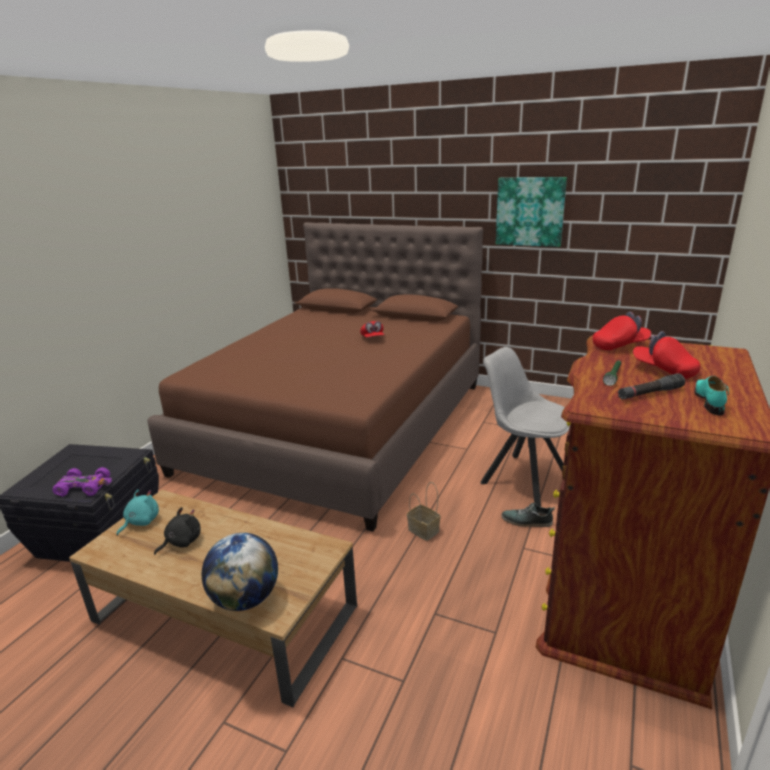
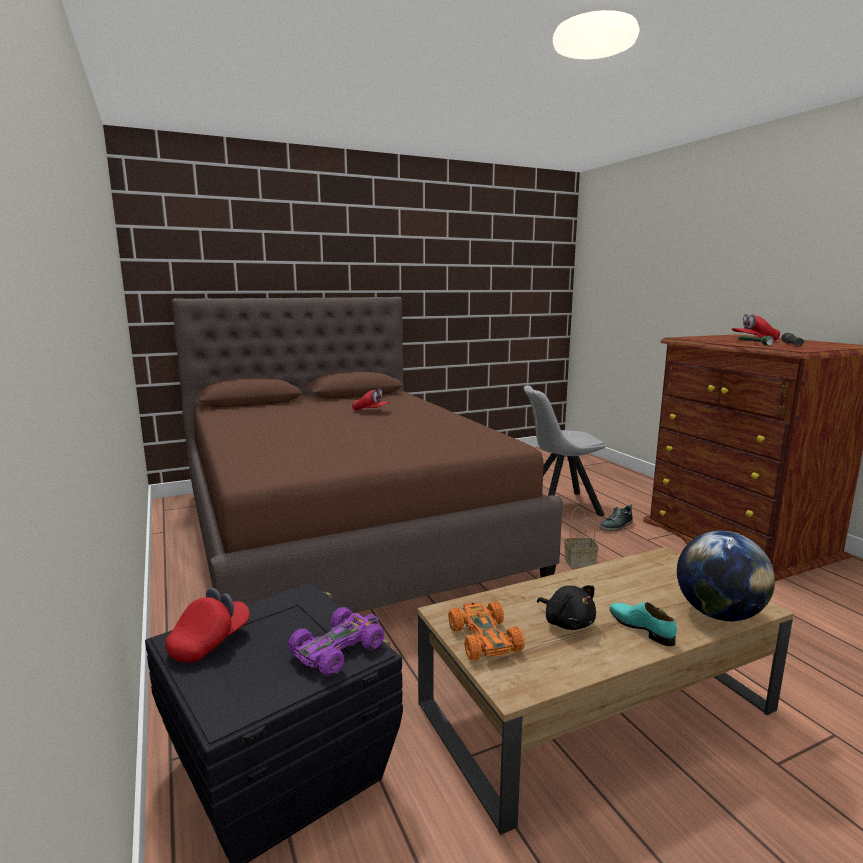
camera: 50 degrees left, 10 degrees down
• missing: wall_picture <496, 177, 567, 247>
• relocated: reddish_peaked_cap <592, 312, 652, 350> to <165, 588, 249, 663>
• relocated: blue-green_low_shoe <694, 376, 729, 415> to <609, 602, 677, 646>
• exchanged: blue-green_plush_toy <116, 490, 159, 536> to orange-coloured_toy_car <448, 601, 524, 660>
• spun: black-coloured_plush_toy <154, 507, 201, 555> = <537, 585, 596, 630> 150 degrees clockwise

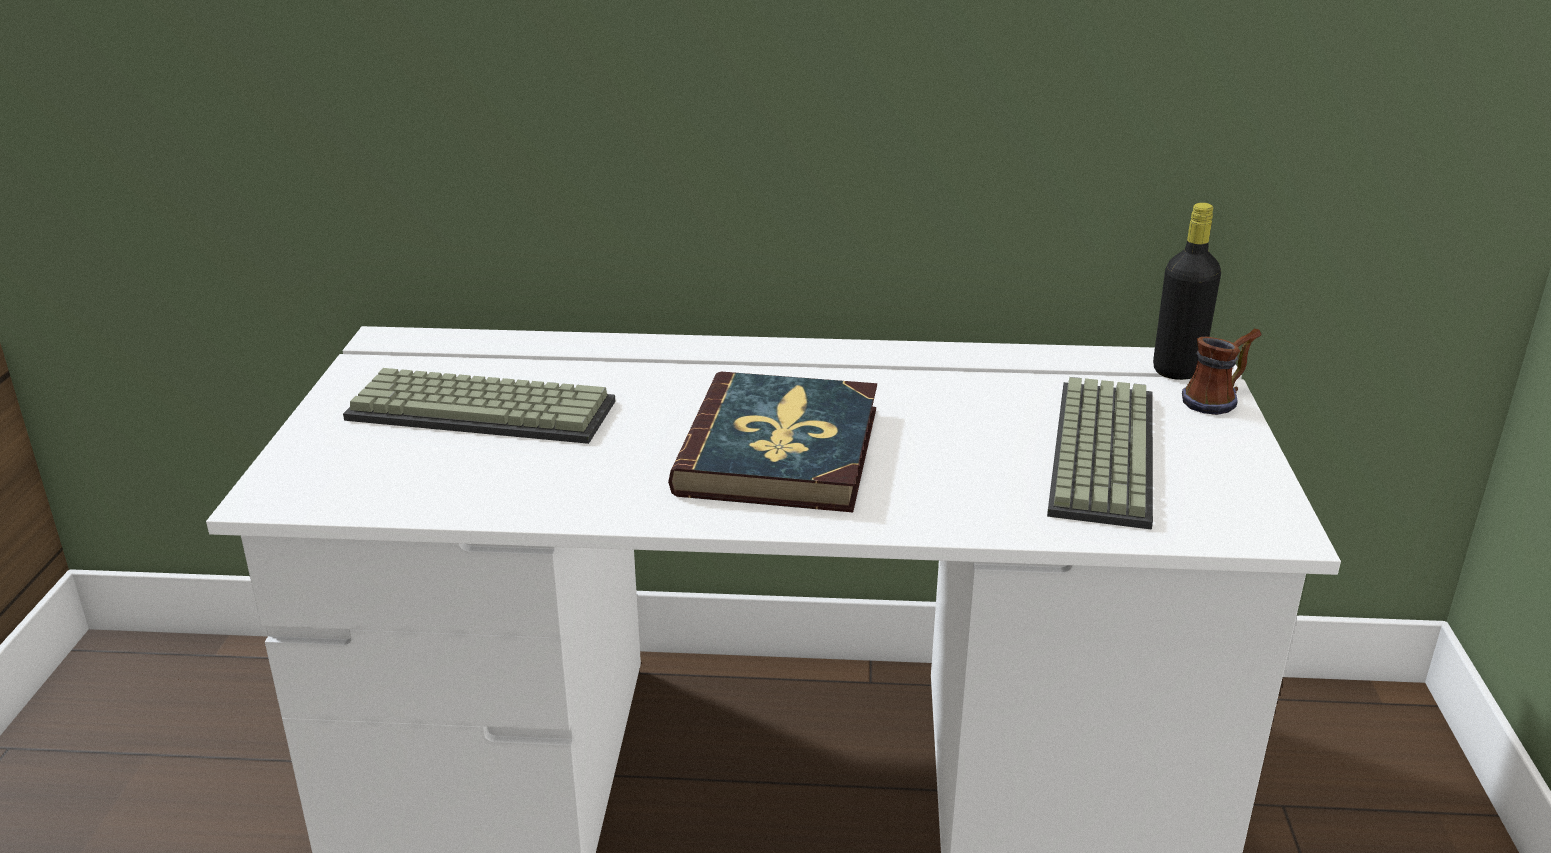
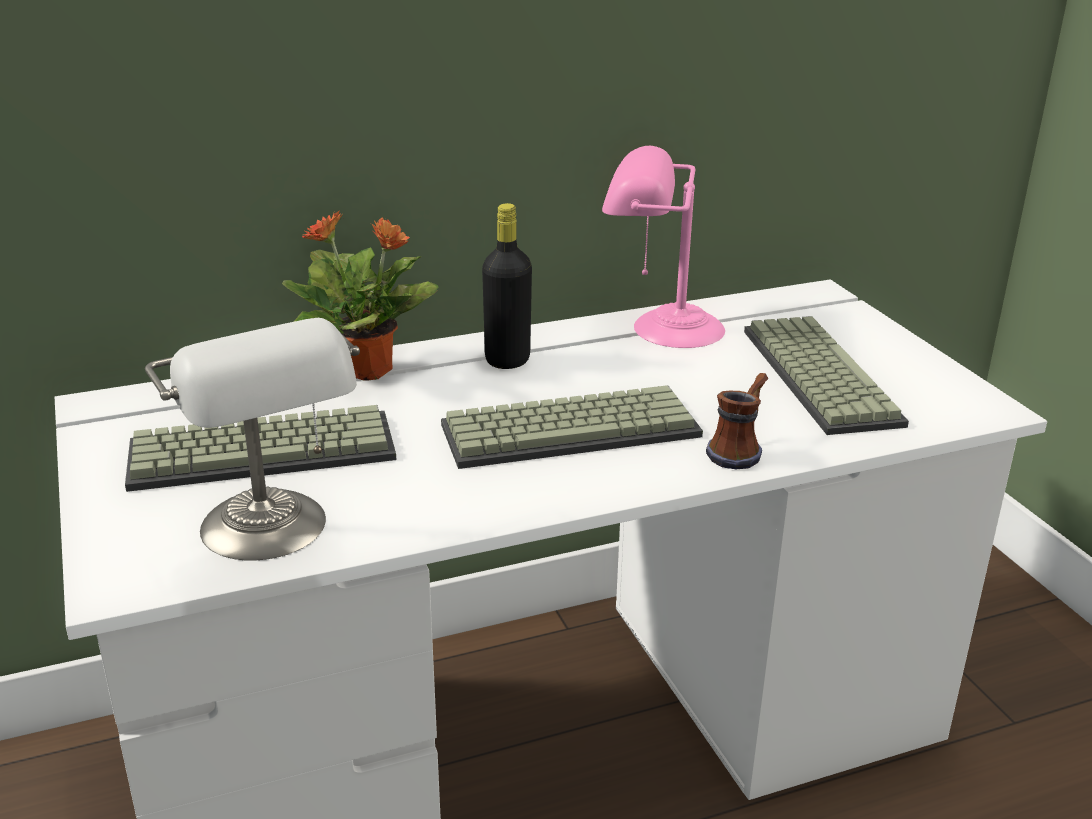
camera: 25 degrees left, 0 degrees up
• appeared: white-coloured_lamp_for_a_table <145, 318, 360, 561>
• appeared: potted_plant <282, 210, 439, 381>
• appeared: pink-coloured_lamp_for_a_table <602, 146, 725, 348>
• relocated: black-coloured_beverage_bottle <1153, 203, 1221, 380> to <482, 203, 532, 369>
• relocated: mug <1182, 329, 1262, 415> to <706, 373, 768, 469>
• exchanged: volume <668, 372, 877, 512> to PC_keyboard <441, 385, 703, 469>

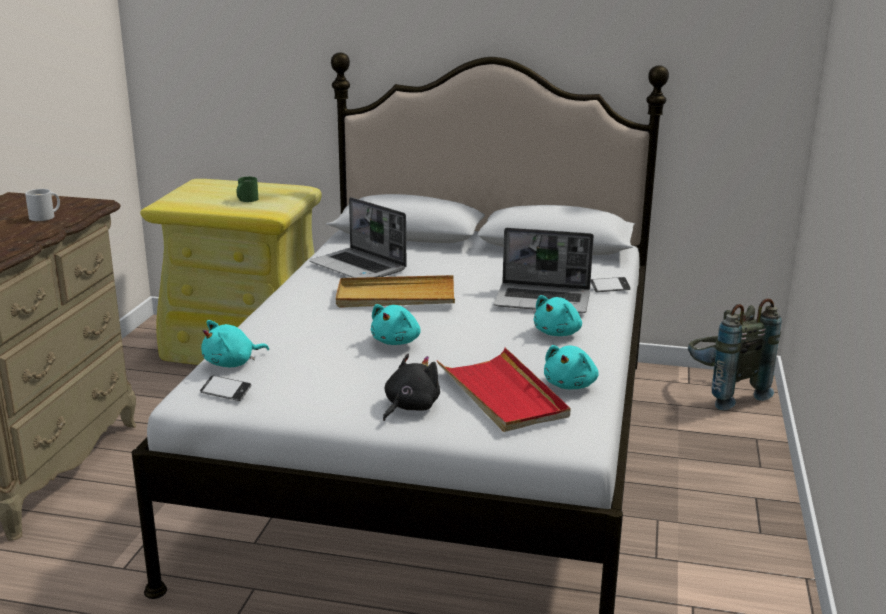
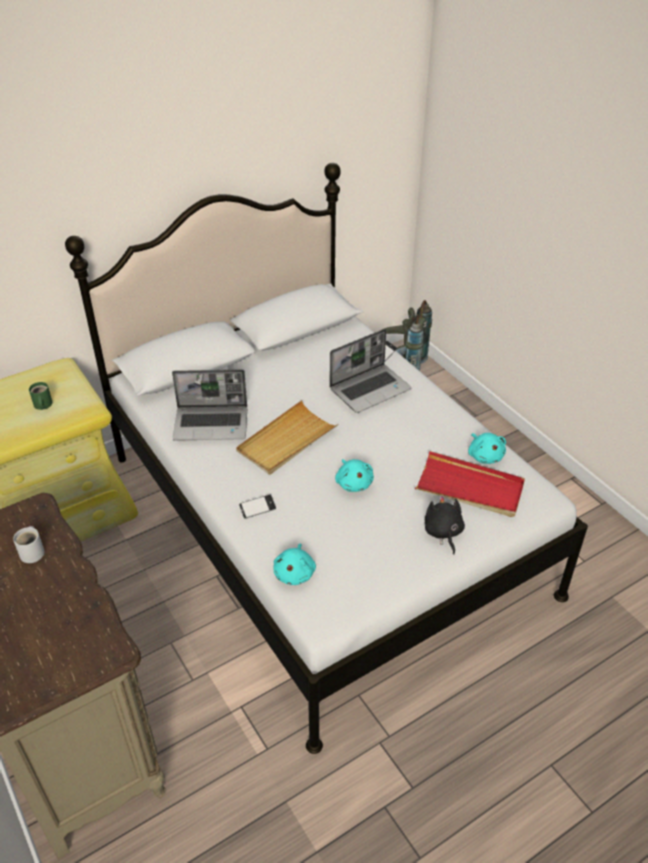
camera: 45 degrees left, 20 degrees up
• missing: blue-green_plush_toy <534, 295, 582, 336>
• relocated: phone <200, 375, 251, 401> to <239, 495, 276, 519>

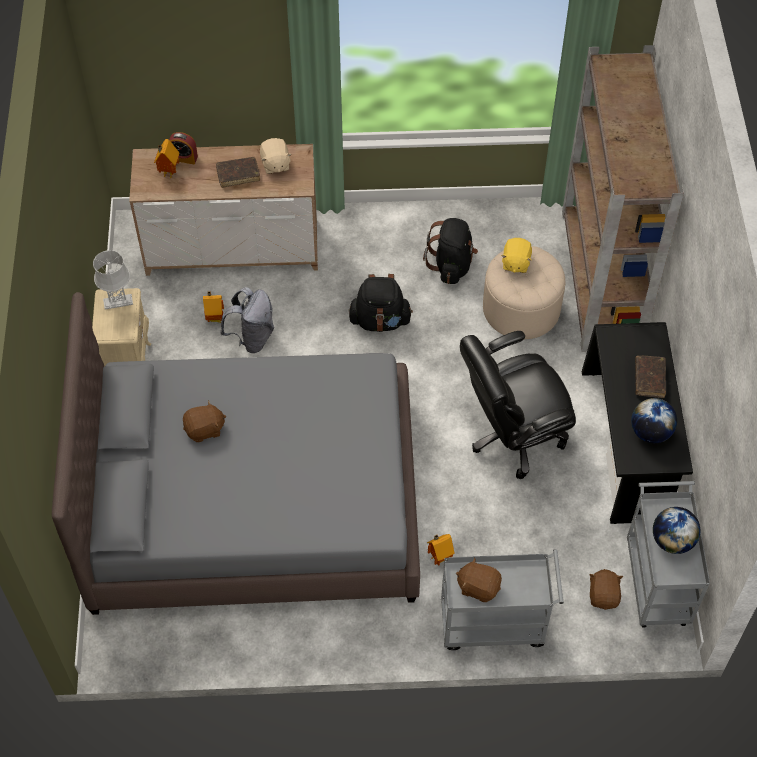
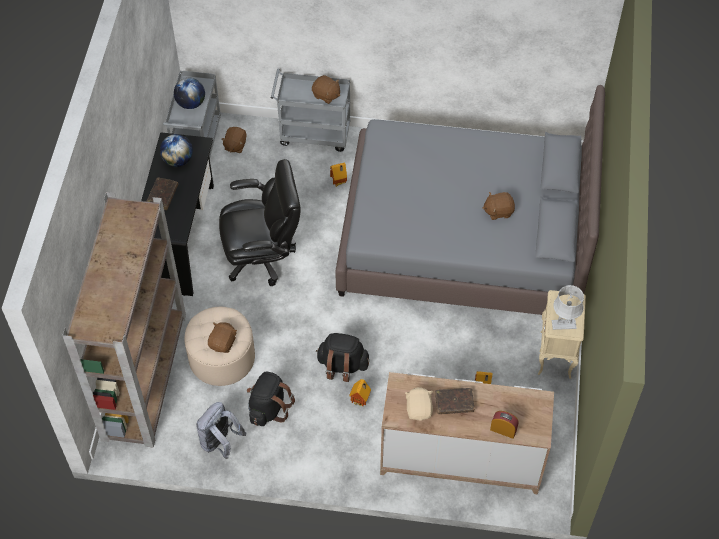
camera: 170 degrees left, 0 degrees up
• relocated: miniature_house <154, 139, 179, 178> to <349, 379, 371, 406>
• relocated: greyish_backpack <220, 287, 274, 353> to <196, 402, 246, 459>
• colour: yellow-coloured_plush_toy <501, 238, 532, 273> to brownish_plush_toy <208, 322, 237, 353>

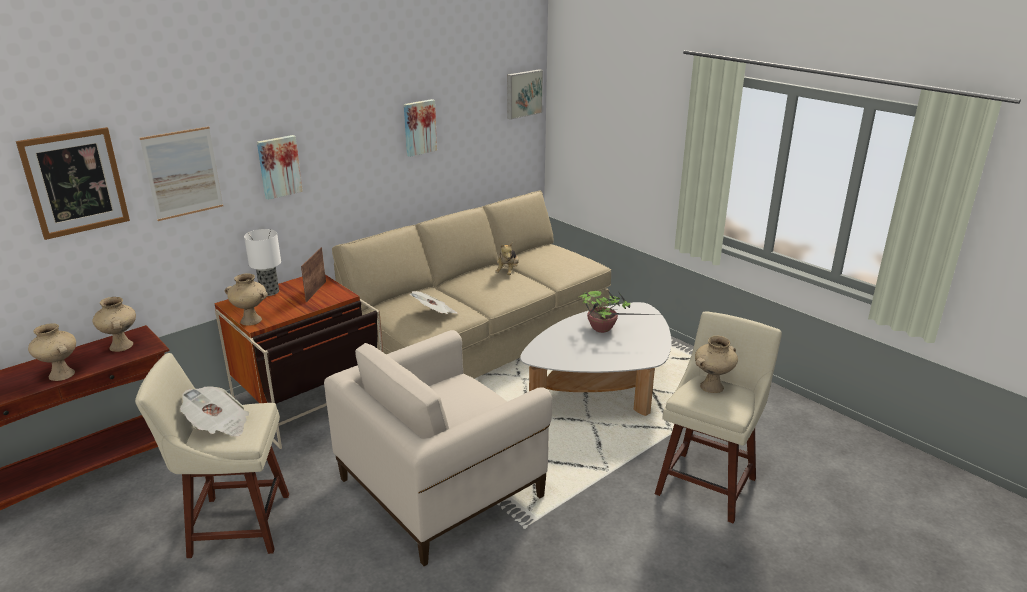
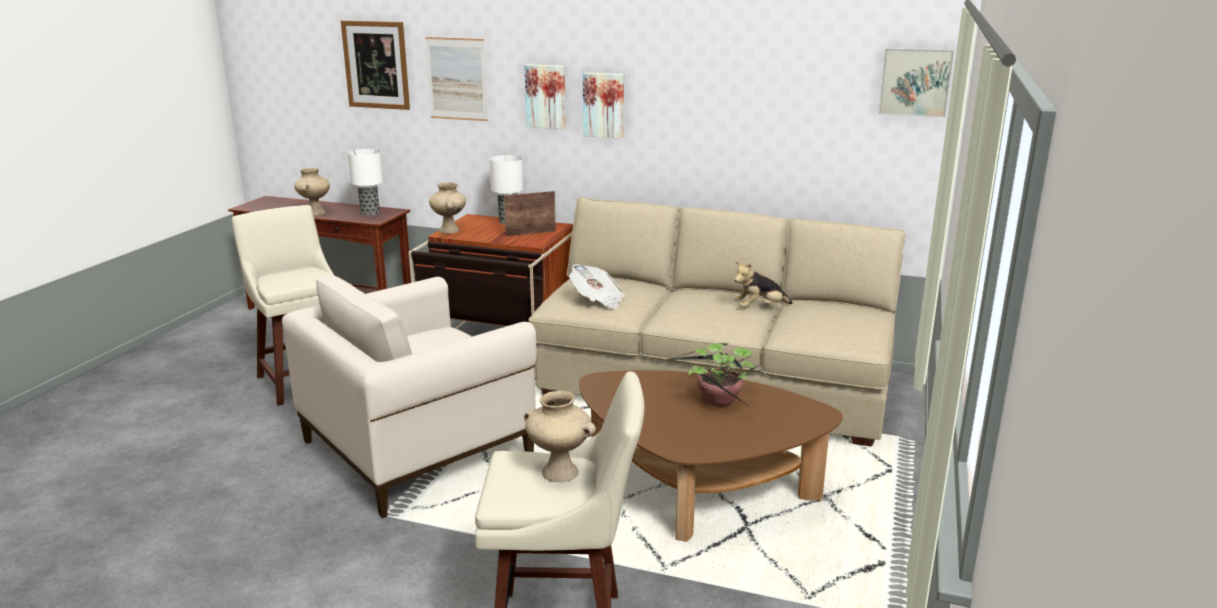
camera: 60 degrees right, 5 degrees down
• missing: newspaper <180, 386, 249, 437>
• relocated: wall_picture <404, 99, 437, 157> to <583, 73, 624, 139>
• exchanged: beige_decorative_vase <92, 297, 136, 352> to lamp_for_a_table <348, 149, 383, 216>
• colour: white-coloured_coffee_table <520, 302, 671, 416> to brownish_coffee_table <579, 370, 843, 542>
• spun: beige_armchair <324, 330, 552, 566> = <282, 274, 537, 518> 60 degrees counterclockwise

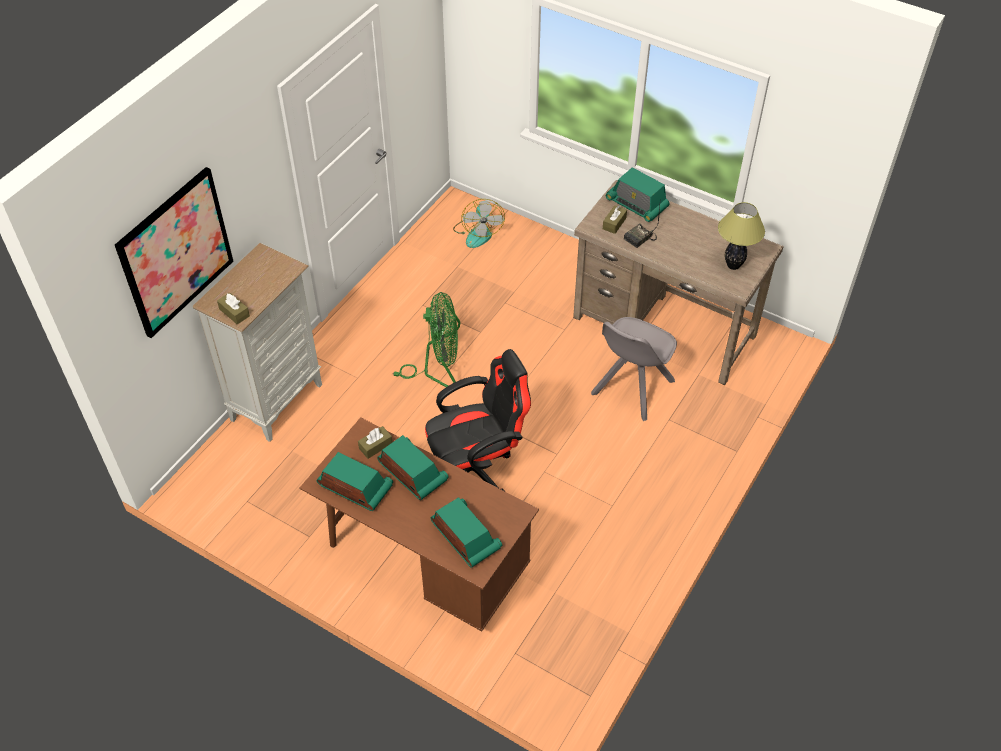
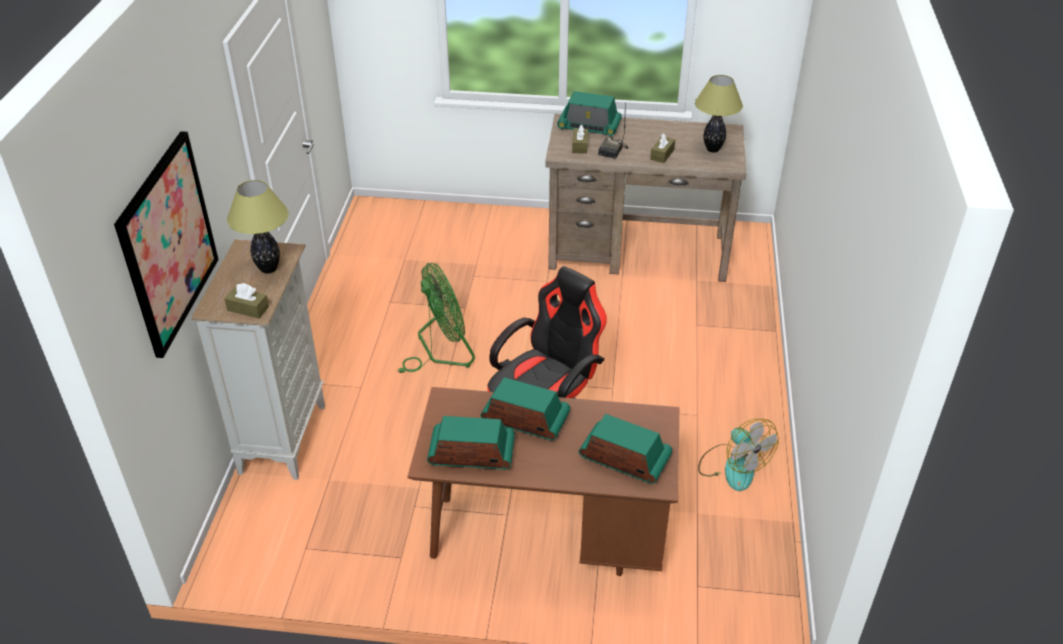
camera: 25 degrees left, 10 degrees down
• missing: greyish_upright_chair <591, 317, 677, 421>
• appeared: lamp_for_a_table <227, 180, 289, 273>
• relocated: brownish_box_of_tissues <358, 426, 392, 459> to <650, 133, 675, 163>
• relocated: electric_fan <453, 199, 505, 248> to <698, 419, 779, 491>

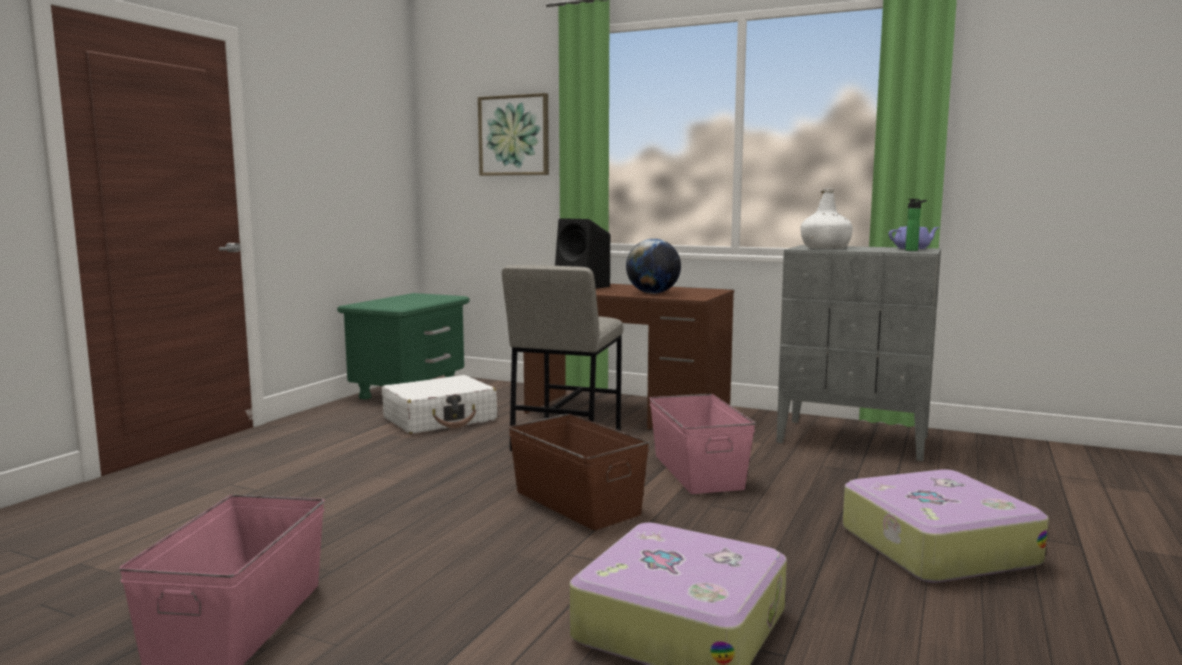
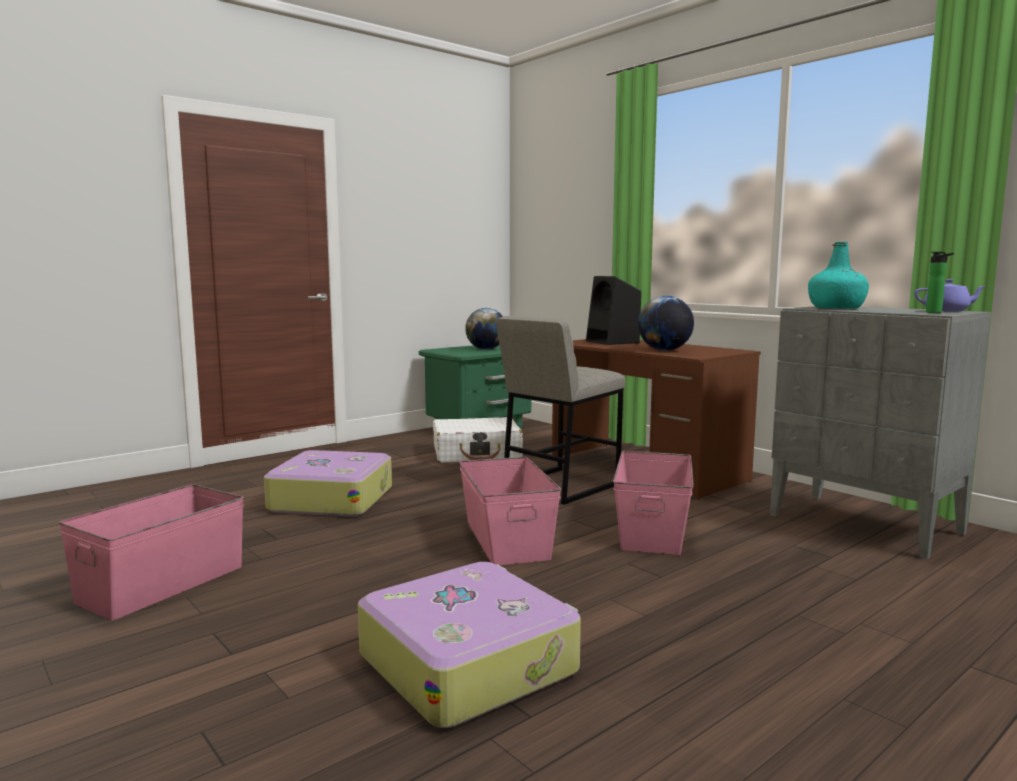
camera: 25 degrees right, 0 degrees up
• missing: wall_picture <478, 93, 549, 176>
• appeared: world_globe <465, 308, 503, 350>
• relocated: piece_of_luggage <843, 469, 1049, 583> to <264, 450, 392, 517>
• colour: brownish_storage_bin <508, 414, 649, 530> to pink-coloured_storage_bin <459, 457, 561, 565>
• colour: white-coloured_beverage_bottle <801, 189, 853, 249> to blue-green_beverage_bottle <808, 242, 869, 309>

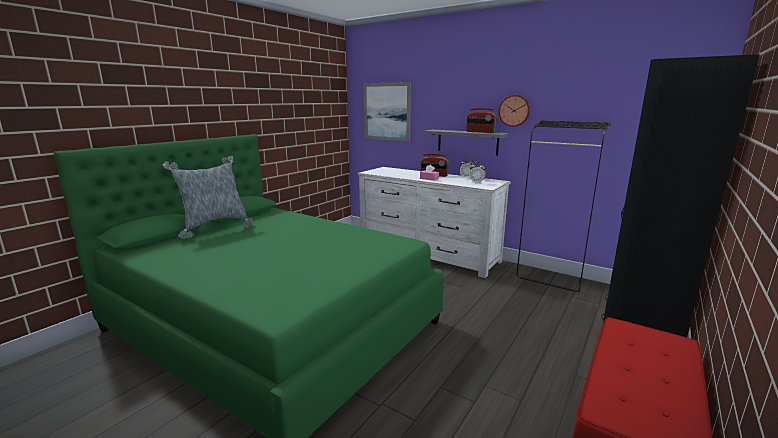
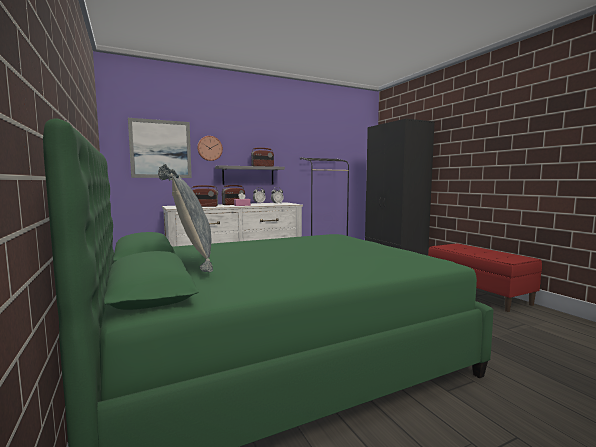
camera: 60 degrees left, 10 degrees down
• appeared: radio_set <191, 185, 218, 207>
• relocated: hanging_clock <499, 95, 530, 127> to <197, 136, 223, 161>

